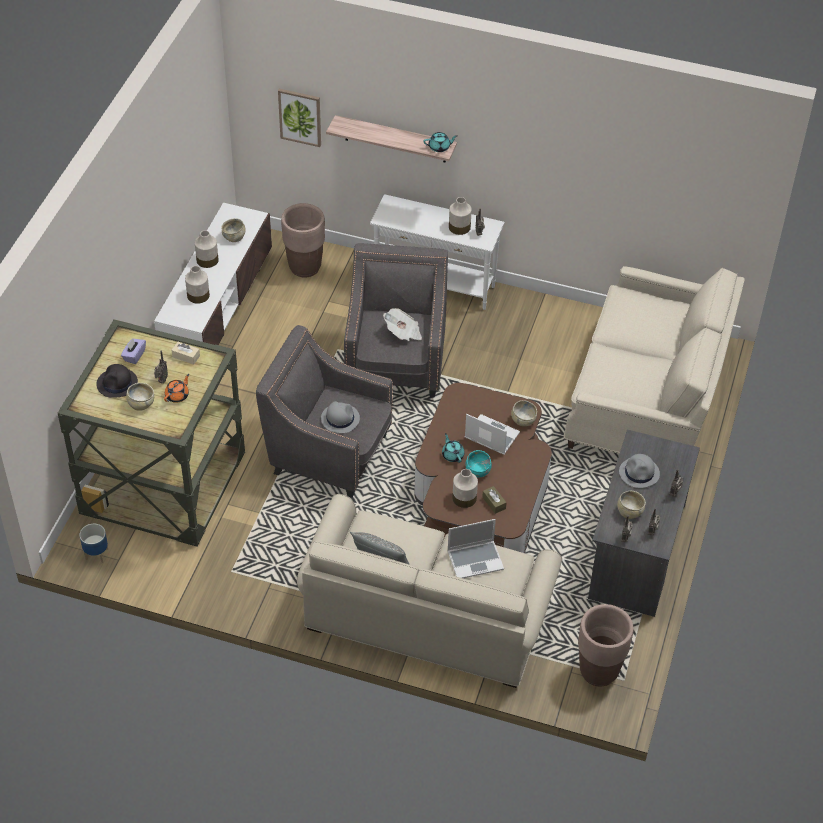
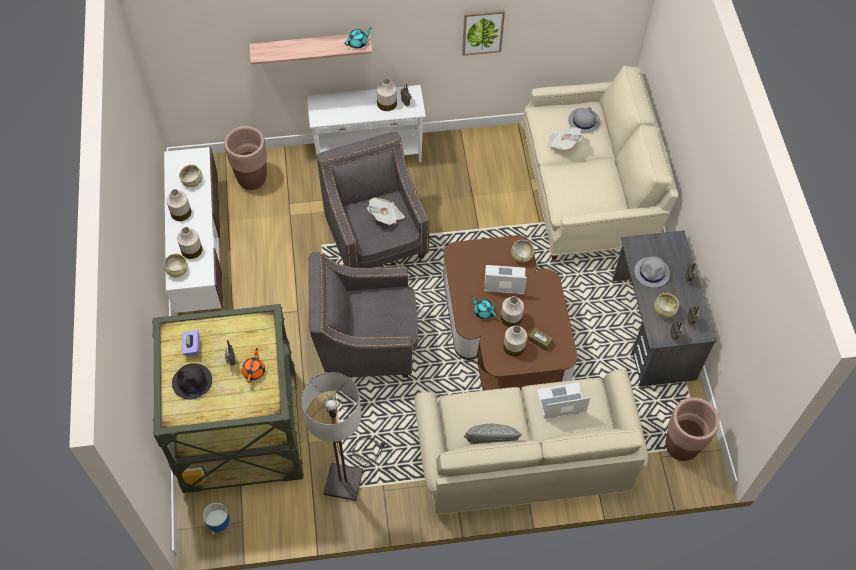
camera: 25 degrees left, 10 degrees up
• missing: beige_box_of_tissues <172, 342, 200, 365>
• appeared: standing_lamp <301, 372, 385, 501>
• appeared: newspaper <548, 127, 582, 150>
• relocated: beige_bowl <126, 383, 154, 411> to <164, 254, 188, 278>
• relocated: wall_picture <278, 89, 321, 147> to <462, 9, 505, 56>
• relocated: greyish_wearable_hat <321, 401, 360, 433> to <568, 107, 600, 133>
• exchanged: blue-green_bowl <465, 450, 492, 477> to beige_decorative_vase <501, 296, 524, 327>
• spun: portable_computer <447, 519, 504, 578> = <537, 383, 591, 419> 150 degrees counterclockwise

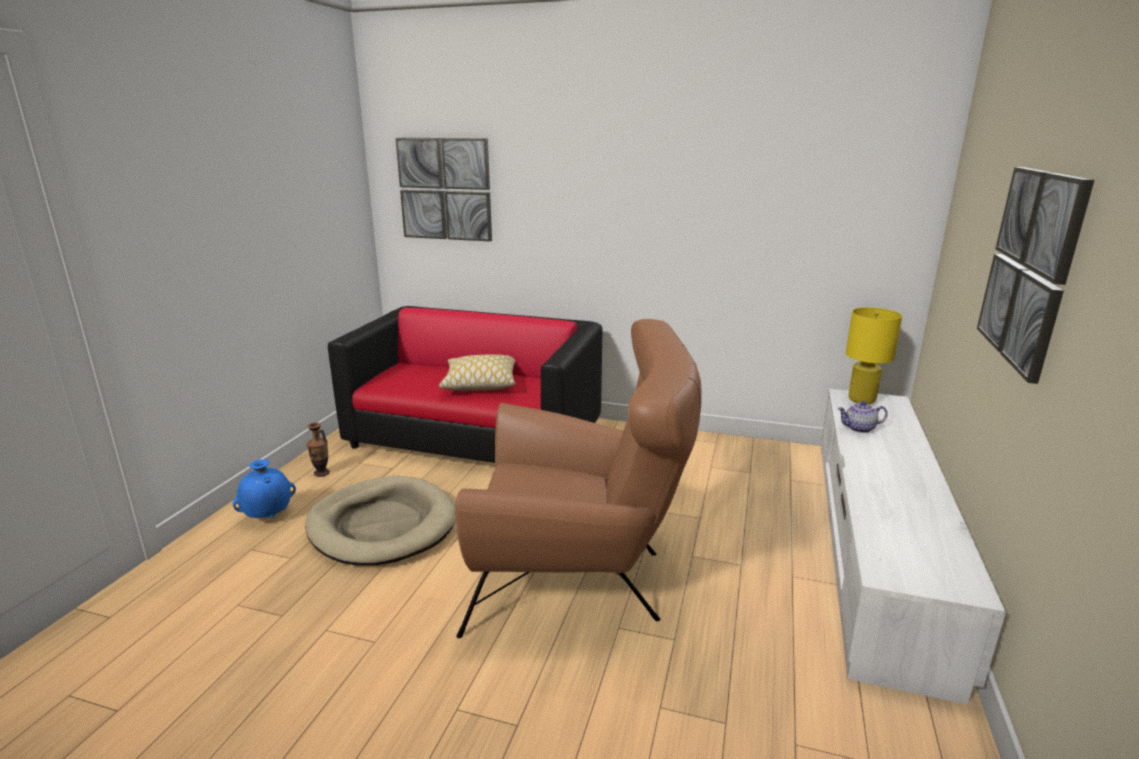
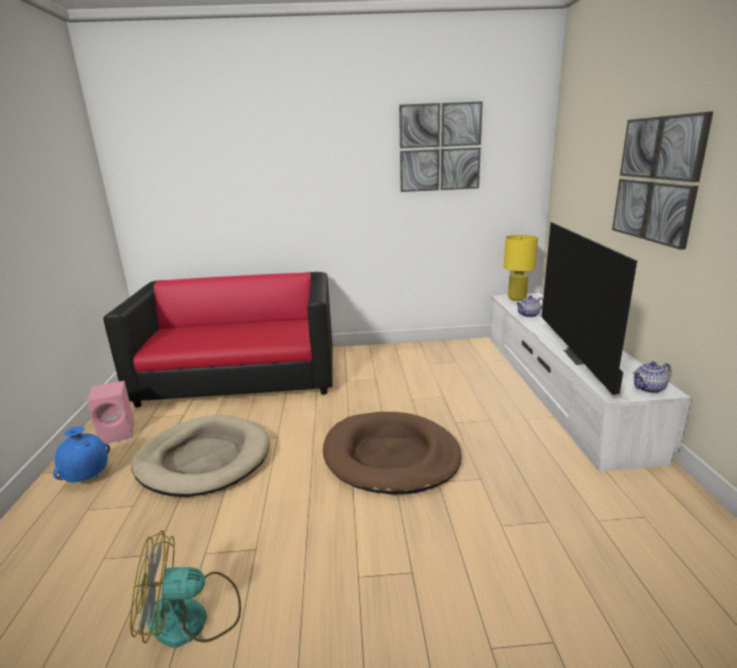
camera: 20 degrees left, 0 degrees up
• missing: pillow <439, 354, 515, 391>
• appeared: electric_fan <130, 530, 241, 648>
• appeared: television <541, 222, 637, 395>
• appeared: teapot <633, 361, 671, 393>
• relocated: wall_picture <395, 138, 492, 242> to <399, 101, 483, 192>
• exchanged: decorative_vase <307, 423, 330, 477> to pink-coloured_audio_speaker <87, 381, 135, 443>
• exchanged: brownish_armchair <455, 319, 702, 638> to brownish_pet_bed <323, 412, 462, 495>

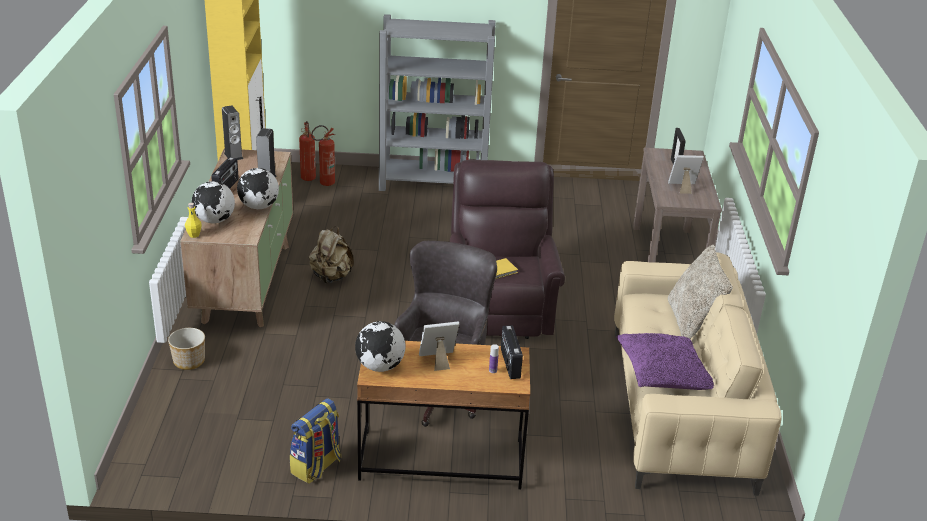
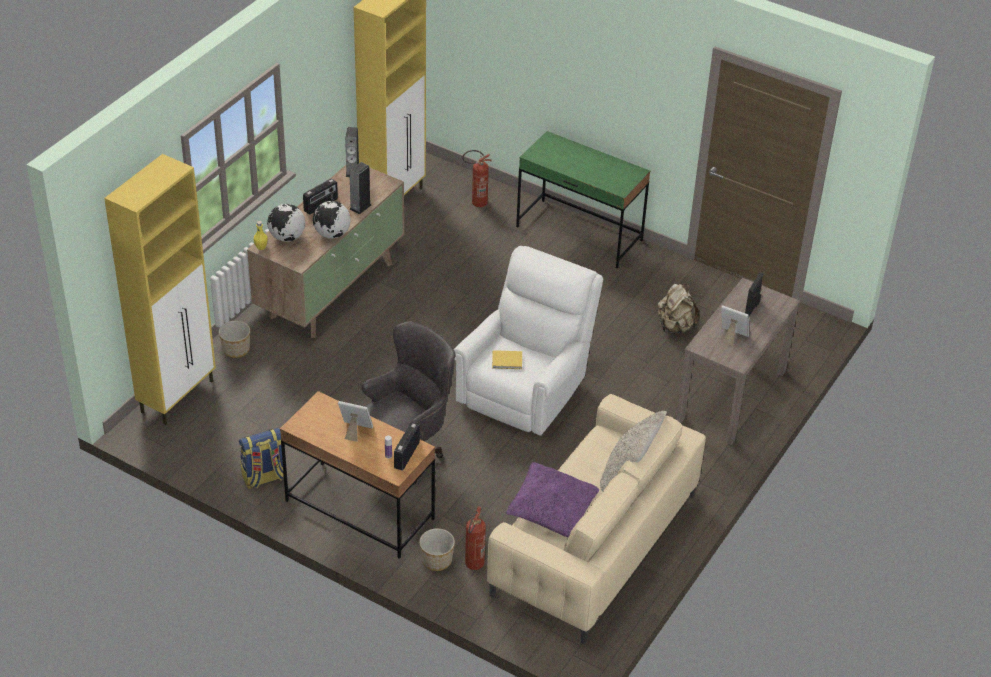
camera: 30 degrees right, 10 degrees up
• missing: world_globe <355, 321, 406, 372>
• appeared: yellow-coloured_storage_cabinet <104, 154, 216, 425>
• appeared: plant_pot <419, 528, 455, 571>
• relocated: extinguisher <299, 121, 316, 181> to <465, 506, 486, 570>
• relocated: beige_backpack <309, 226, 354, 284> to <658, 284, 700, 333>
• exchanged: greyish_bookshelf <379, 14, 496, 191> to greenish_desk_unit <516, 131, 650, 269>
• colour: brownish_armchair <449, 160, 565, 339> to white-coloured_armchair <454, 246, 603, 436>

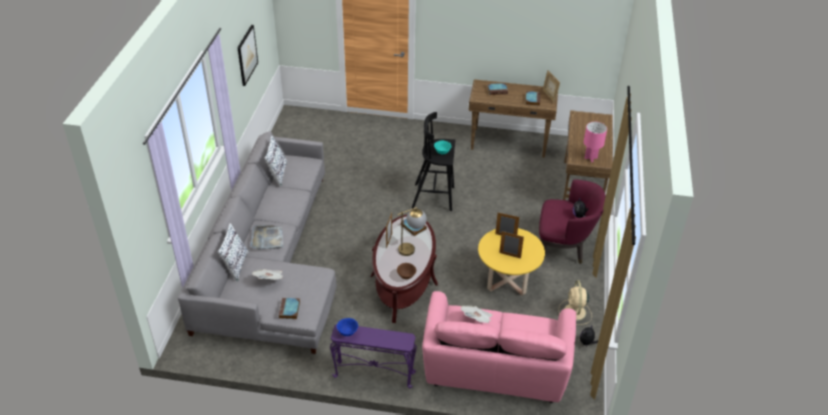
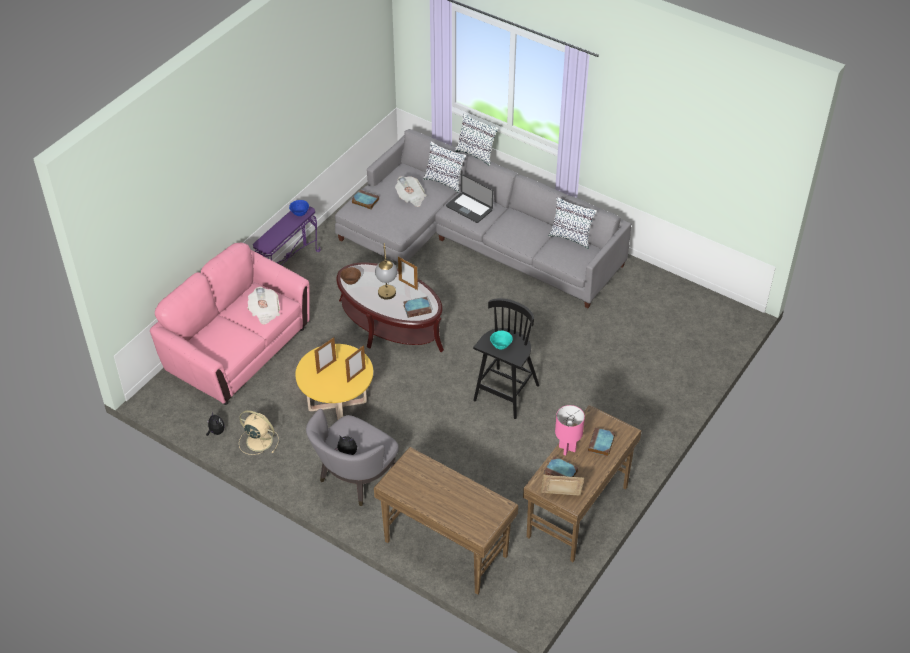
camera: 115 degrees right, 5 degrees up
• missing: wall_picture <237, 25, 258, 86>
• appeared: white-coloured_pillow <455, 113, 499, 166>
• relocated: pink-coloured_lamp_for_a_table <584, 122, 607, 162> to <555, 405, 585, 455>
• exchanged: greyish_carrying_tray <251, 225, 283, 250> to portable_computer <446, 174, 493, 223>
• colour: purple-coloured_armchair <539, 179, 606, 264> to greyish_armchair <306, 409, 399, 506>

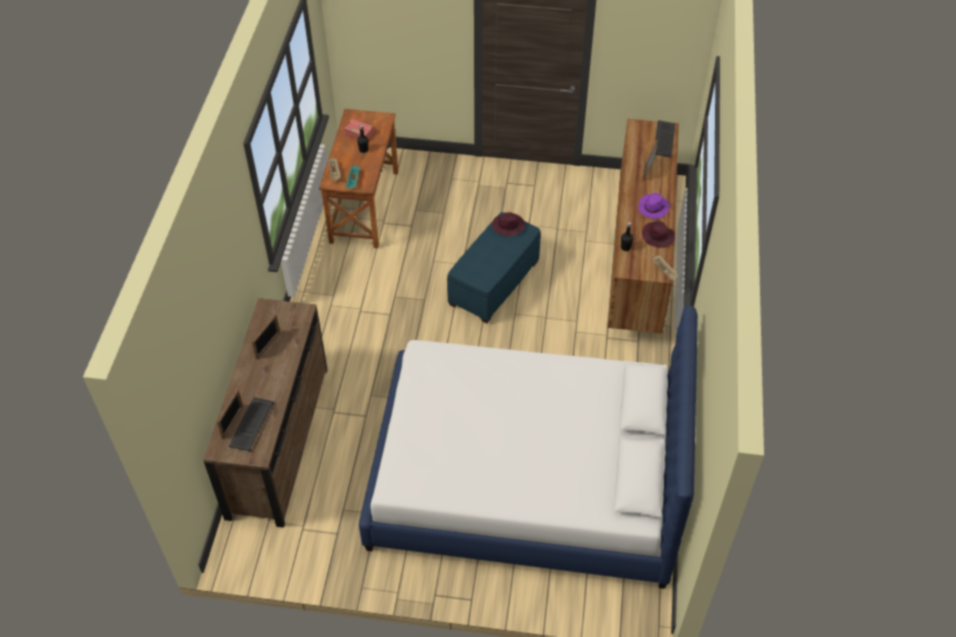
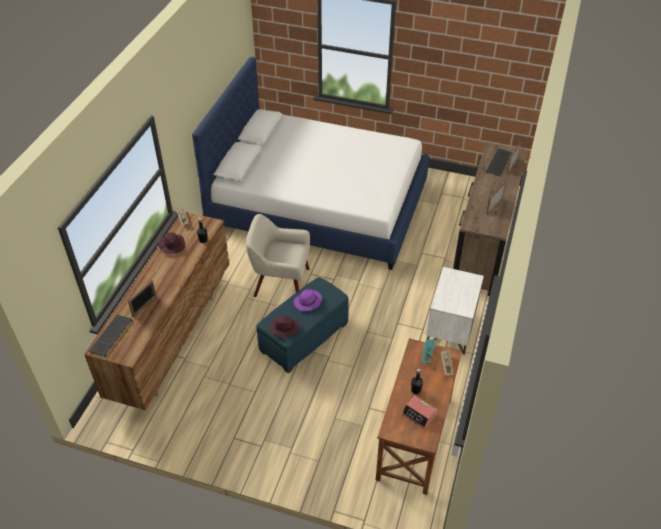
camera: 170 degrees left, 5 degrees down
• appeared: beige_armchair <246, 214, 310, 297>
• appeared: white-coloured_bedside_table <426, 267, 484, 356>
• relocated: purple-coloured_wearable_hat <638, 193, 670, 219> to <294, 289, 322, 311>

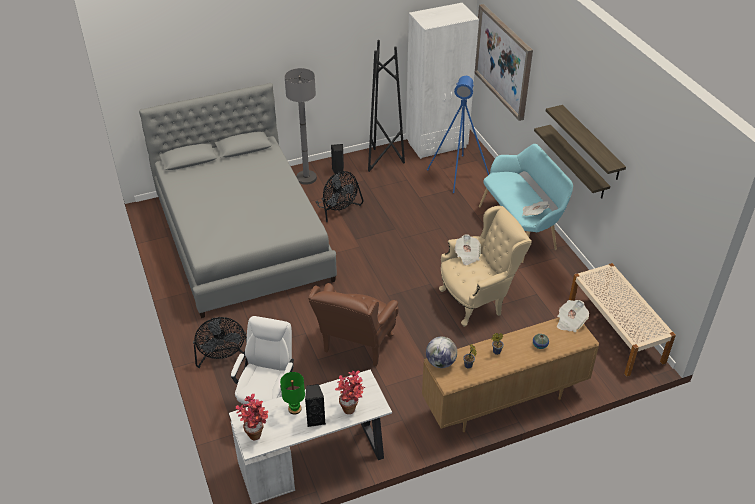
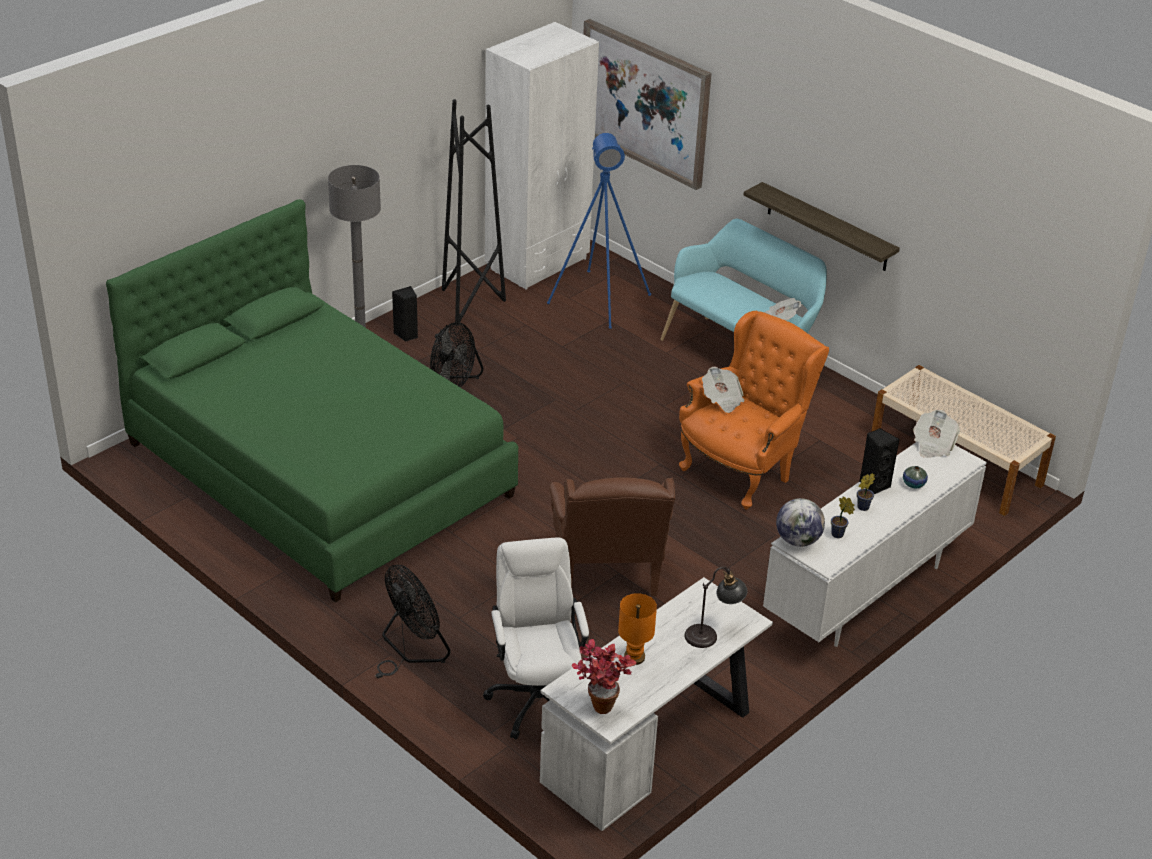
camera: 25 degrees left, 5 degrees down
• missing: bracket_shelf <546, 105, 626, 180>
• relocated: black-coloured_audio_speaker <305, 384, 326, 427> to <859, 428, 899, 494>
• exchanged: potted_plant <335, 370, 365, 414> to greyish_lamp_for_a_table <685, 567, 748, 648>
• colour: greyish_bed <139, 83, 337, 318> to greenish_bed <106, 199, 518, 603>
• colour: greenish_lamp_for_a_table <280, 372, 305, 415> to orange-coloured_lamp_for_a_table <618, 593, 657, 665>
• colour: brownish_dresser <422, 317, 599, 432> to white-coloured_dresser <763, 442, 987, 647>
• colour: beige_armchair <439, 206, 532, 327> to orange-coloured_armchair <679, 311, 829, 510>
• spun: black-coloured_electric_fan <193, 317, 247, 368> = <375, 565, 451, 678> 90 degrees counterclockwise

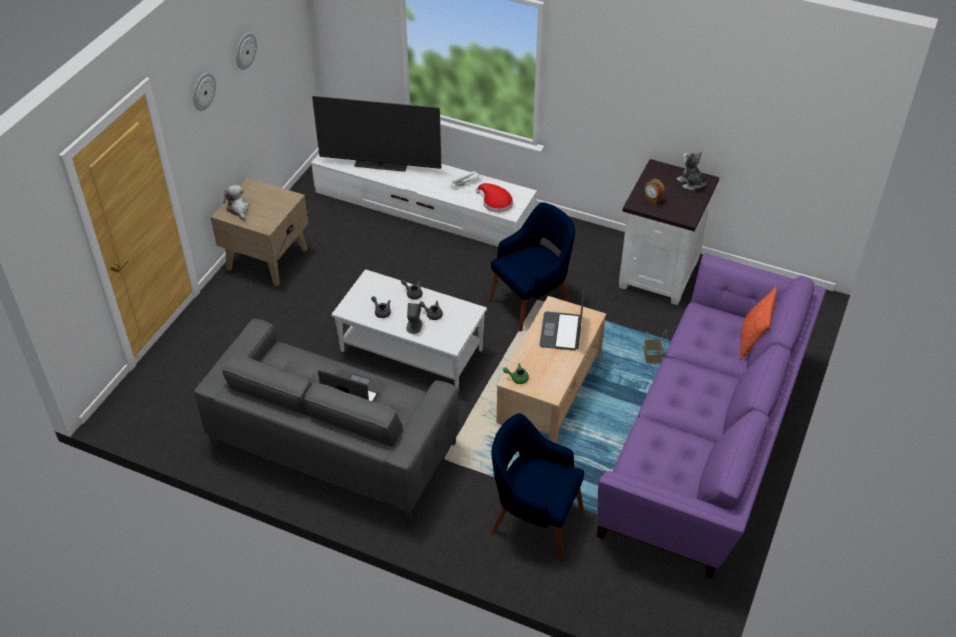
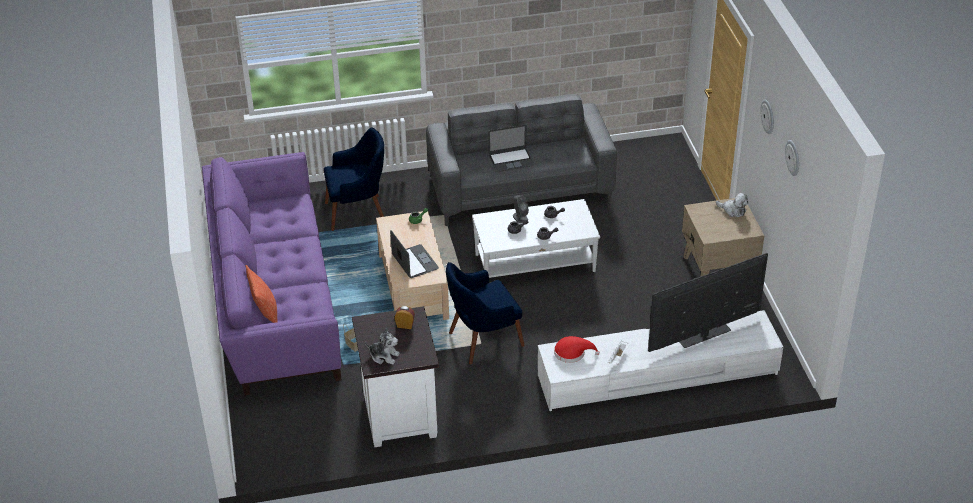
camera: 145 degrees right, 5 degrees down
• spun: blue-coloured_armchair <488, 202, 575, 332> = <446, 262, 525, 364> 45 degrees clockwise

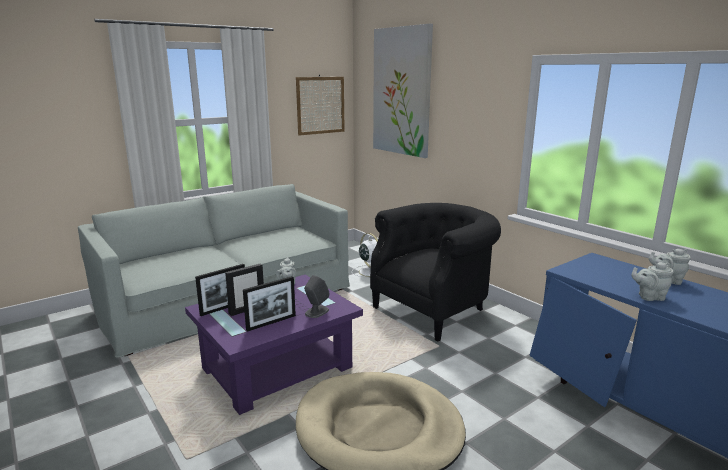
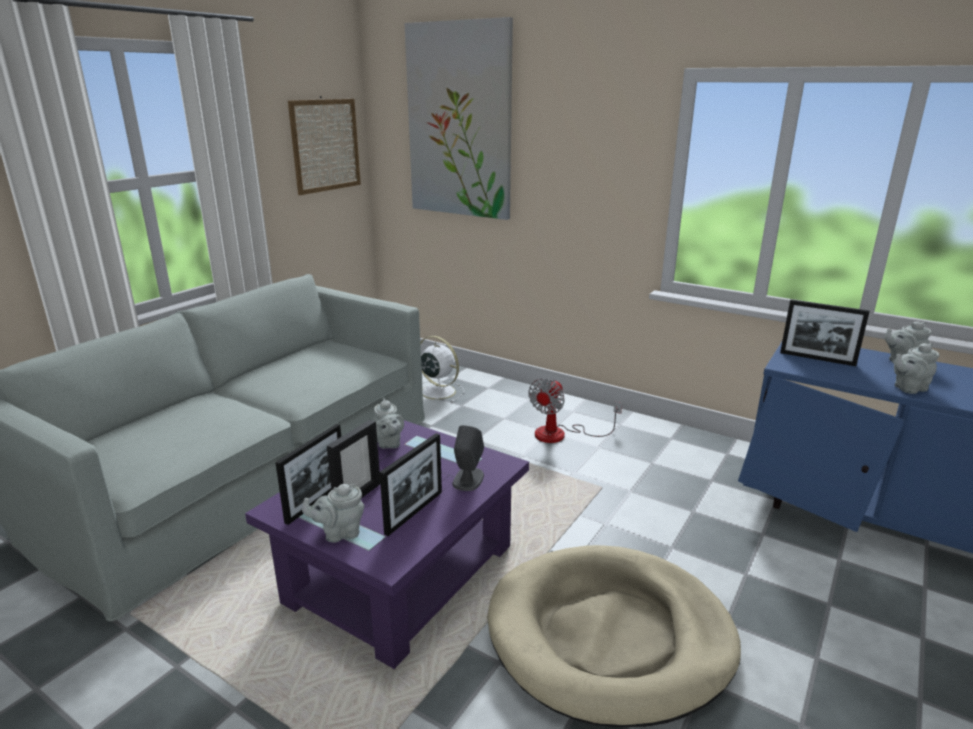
camera: 20 degrees left, 5 degrees up
• appeared: greyish_teapot <302, 484, 364, 542>
• appeared: photo_frame <780, 299, 870, 366>
• exchanged: black-coloured_armchair <370, 203, 501, 341> to electric_fan <528, 378, 622, 443>

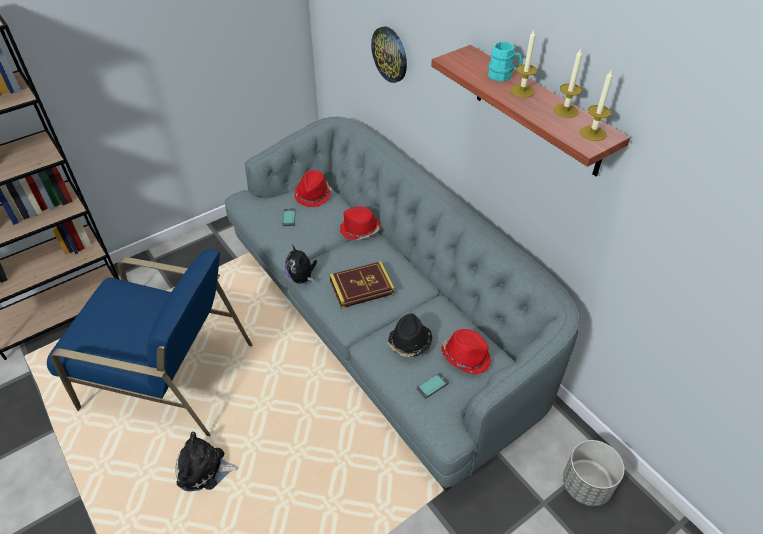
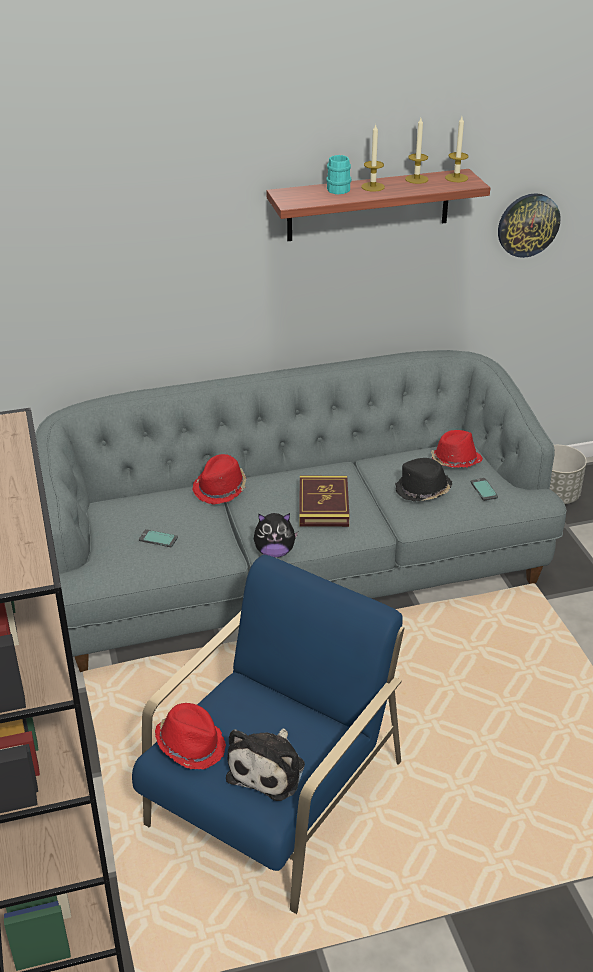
camera: 70 degrees left, 10 degrees down
• relocated: plush_toy <175, 431, 239, 491> to <226, 728, 305, 801>
• relocated: reddish_wearable_hat <295, 170, 332, 207> to <155, 703, 226, 769>
• relocated: hanging_clock <371, 26, 407, 83> to <498, 193, 561, 258>

